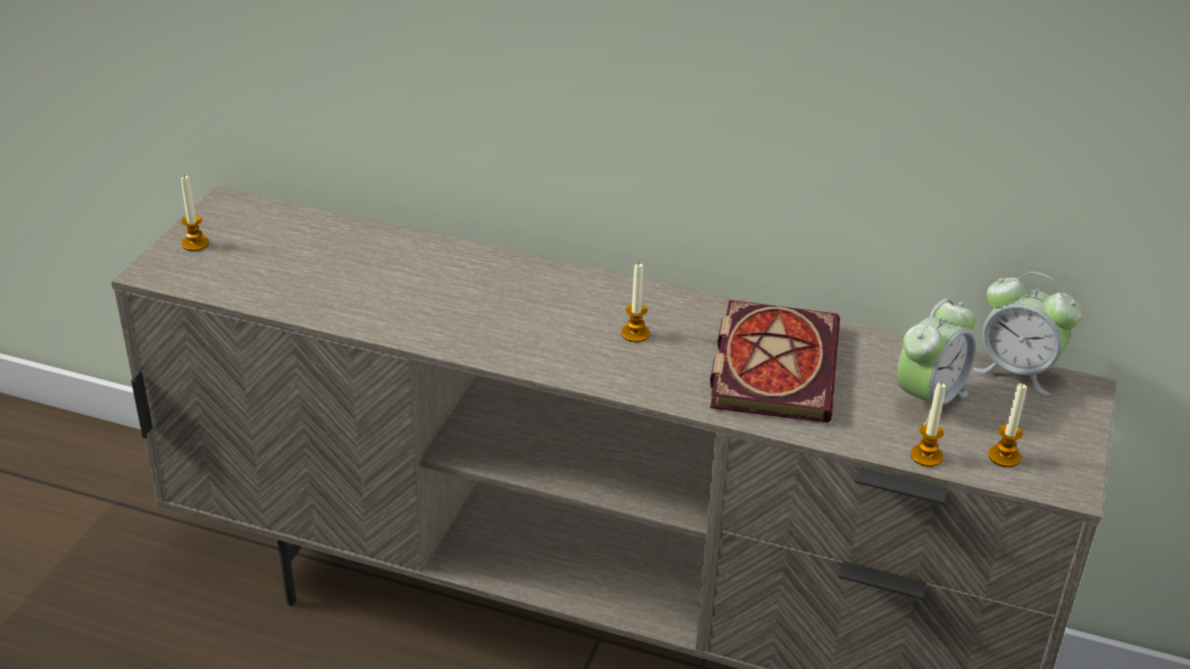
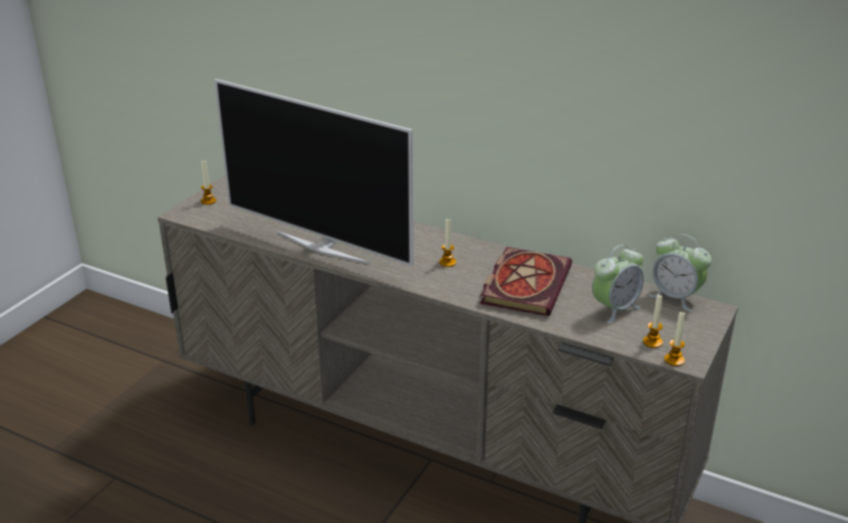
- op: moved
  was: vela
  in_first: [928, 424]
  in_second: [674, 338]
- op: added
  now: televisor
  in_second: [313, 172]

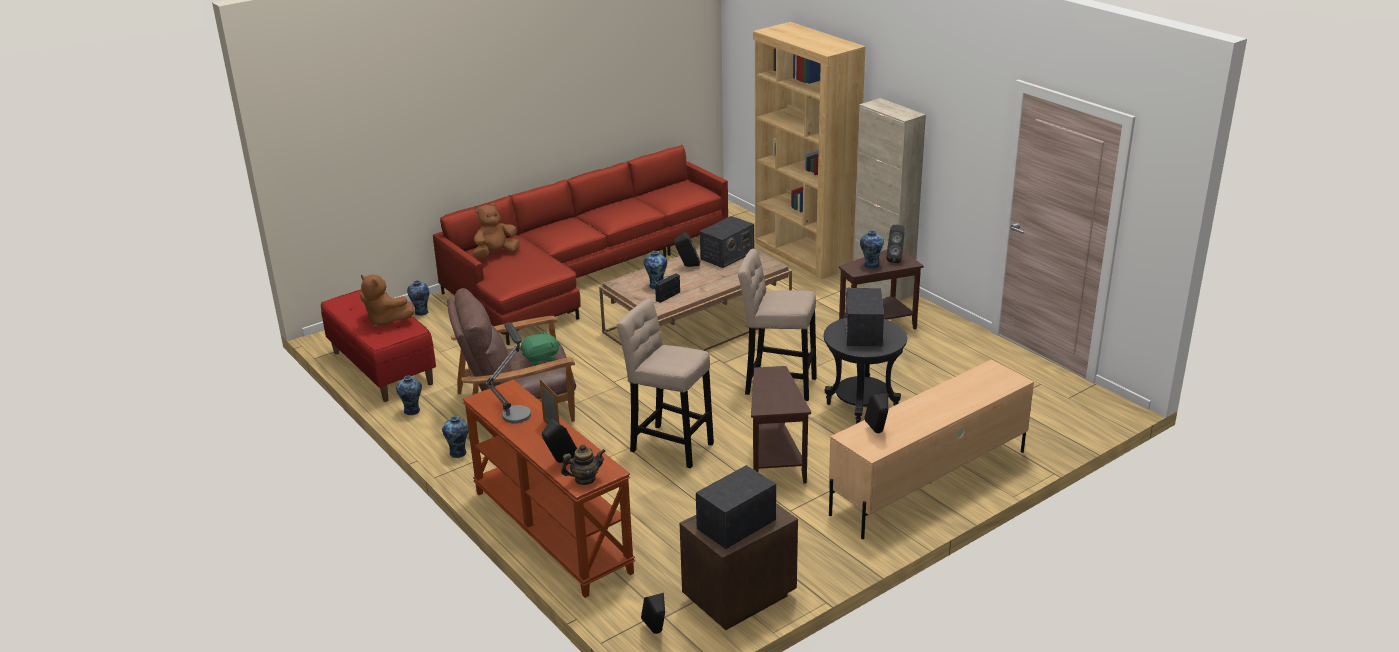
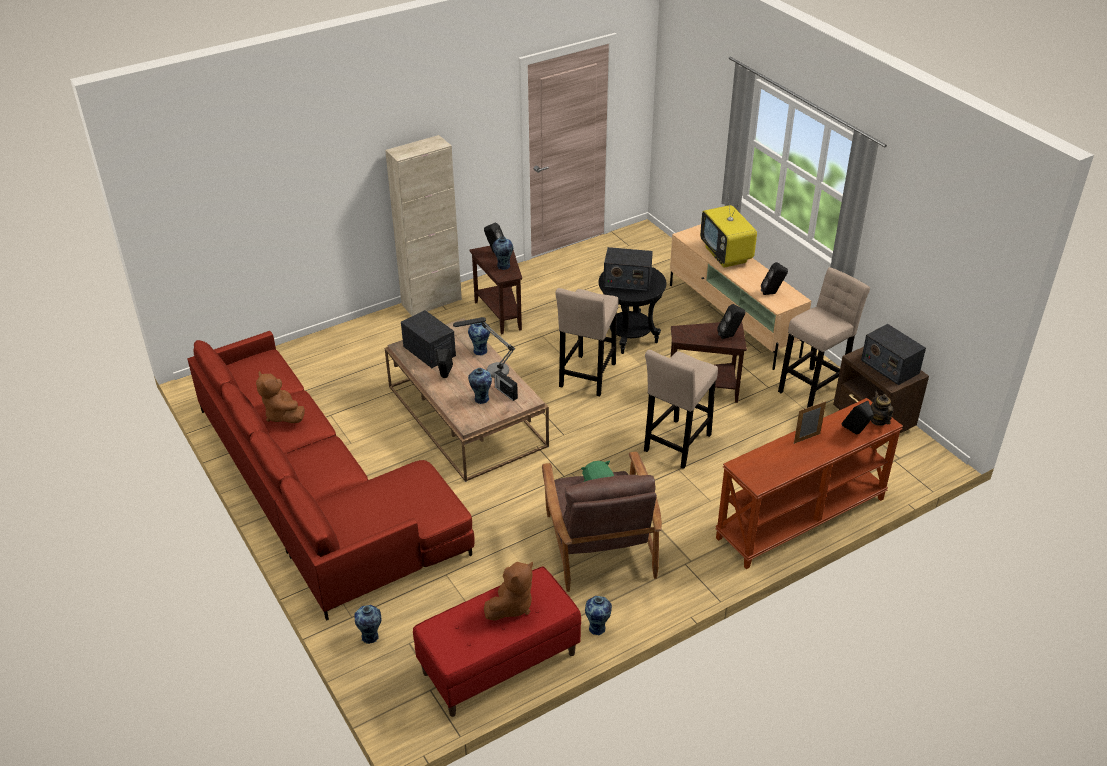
- op: removed
  was: estantería (marrón)
  in_first: [809, 151]
- op: moved
  was: peluche (marrón)
  in_first: [496, 230]
  in_second: [280, 397]
- op: moved
  was: lámpara de mesa
  in_first: [508, 372]
  in_second: [484, 347]
- op: moved
  was: florero
  in_first: [455, 437]
  in_second: [479, 339]
- op: moved
  was: altavoz (negro)
  in_first: [653, 613]
  in_second: [731, 321]
- op: added
  now: televisor
  in_second: [728, 232]
- op: added
  now: taburete (beis)
  in_second: [824, 337]

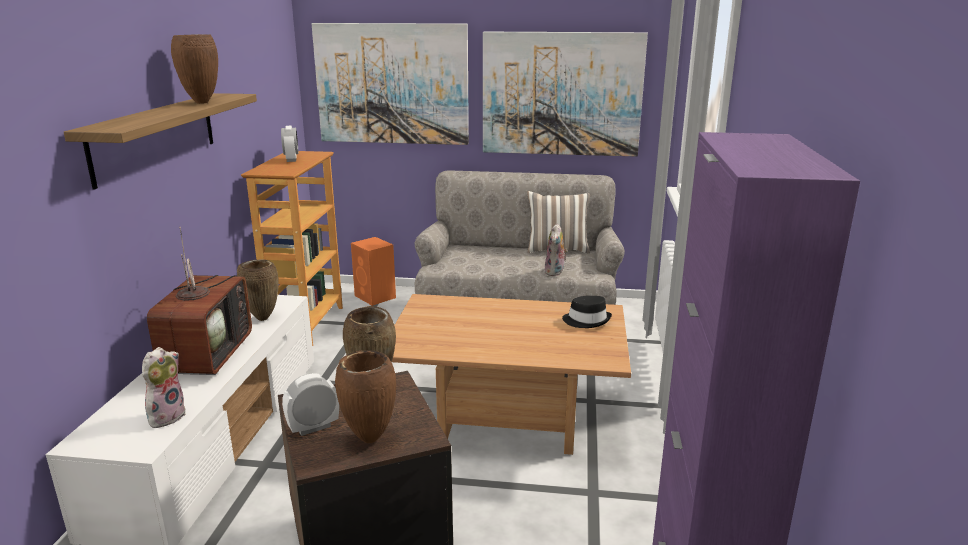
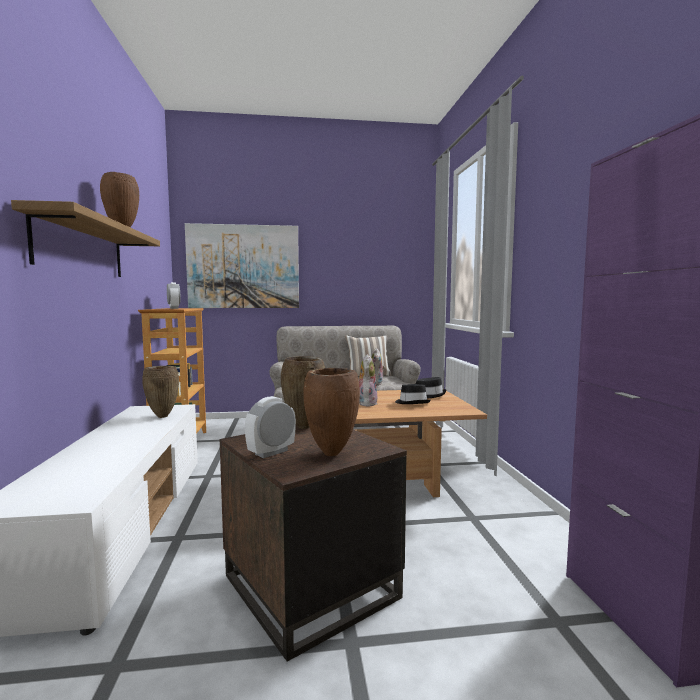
- op: removed
  was: cuadro
  in_first: [565, 94]
- op: removed
  was: televisor
  in_first: [199, 301]
- op: removed
  was: altavoz (naranja)
  in_first: [373, 271]
- op: moved
  was: peluche
  in_first: [164, 387]
  in_second: [367, 380]
- op: added
  now: sombrero (negro)
  in_second: [413, 394]

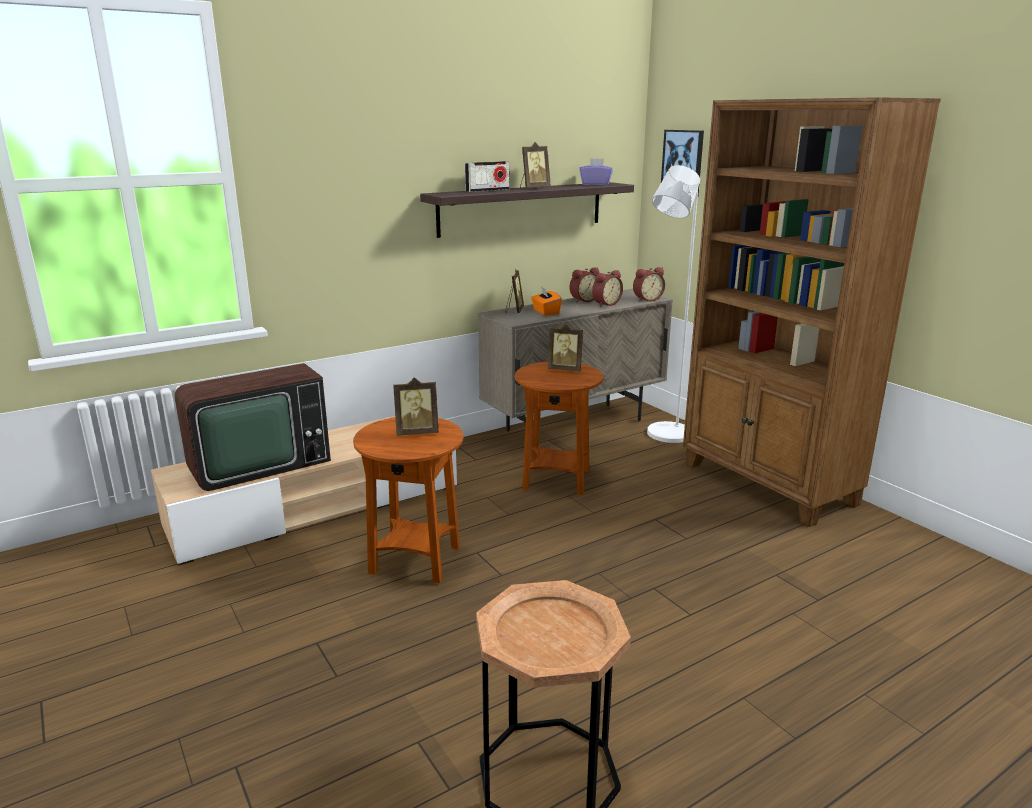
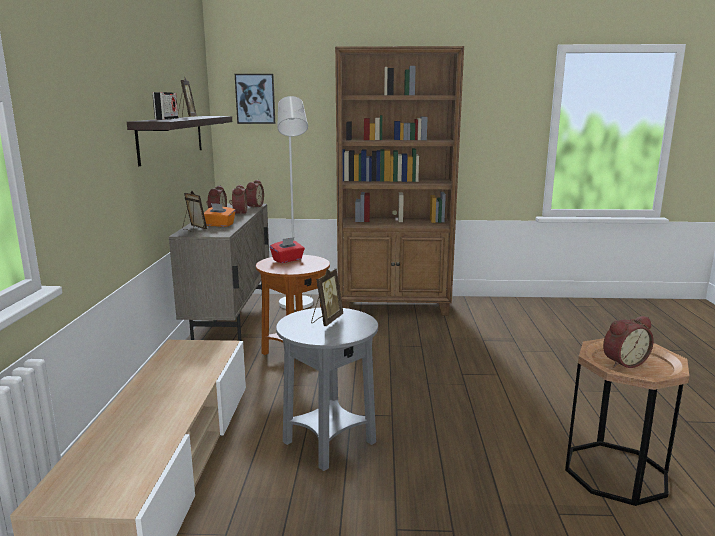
- op: removed
  was: caja de pañuelos (morado)
  in_first: [596, 172]
- op: replaced
  was: portarretratos
  now: caja de pañuelos (rojo)
  in_first: [565, 347]
  in_second: [287, 250]
- op: removed
  was: televisor
  in_first: [253, 427]
- op: recoloured
  was: mesa auxiliar (marrón)
  now: mesa auxiliar (gris)
  in_first: [408, 500]
  in_second: [327, 389]
- op: added
  now: despertador
  in_second: [628, 342]

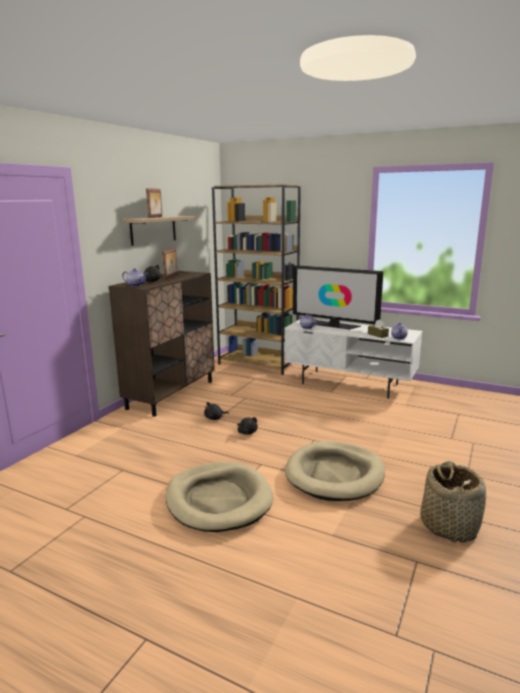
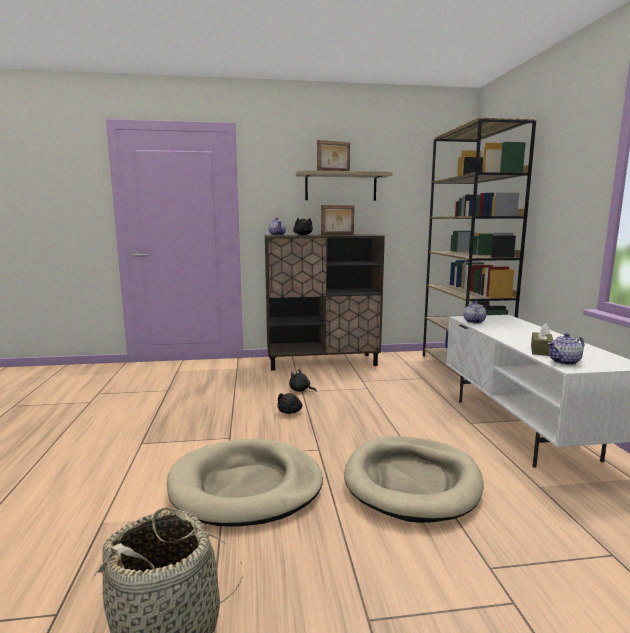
- op: removed
  was: televisor
  in_first: [338, 297]
- op: moved
  was: cama para perro (beis)
  in_first: [220, 497]
  in_second: [414, 479]

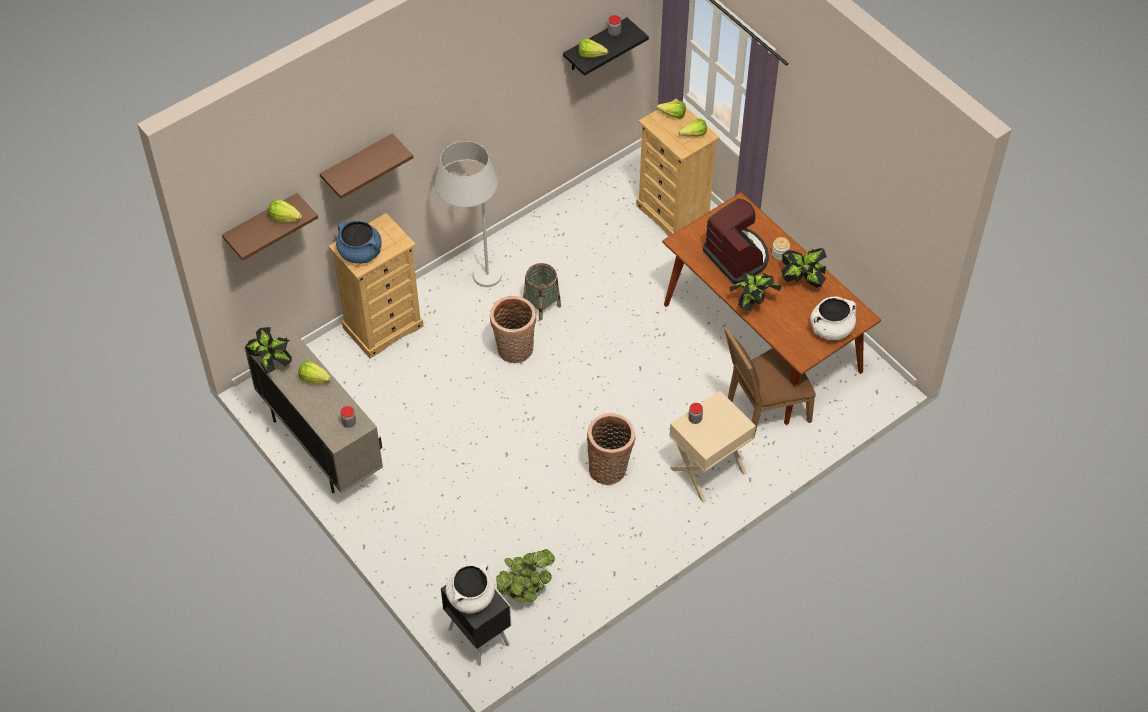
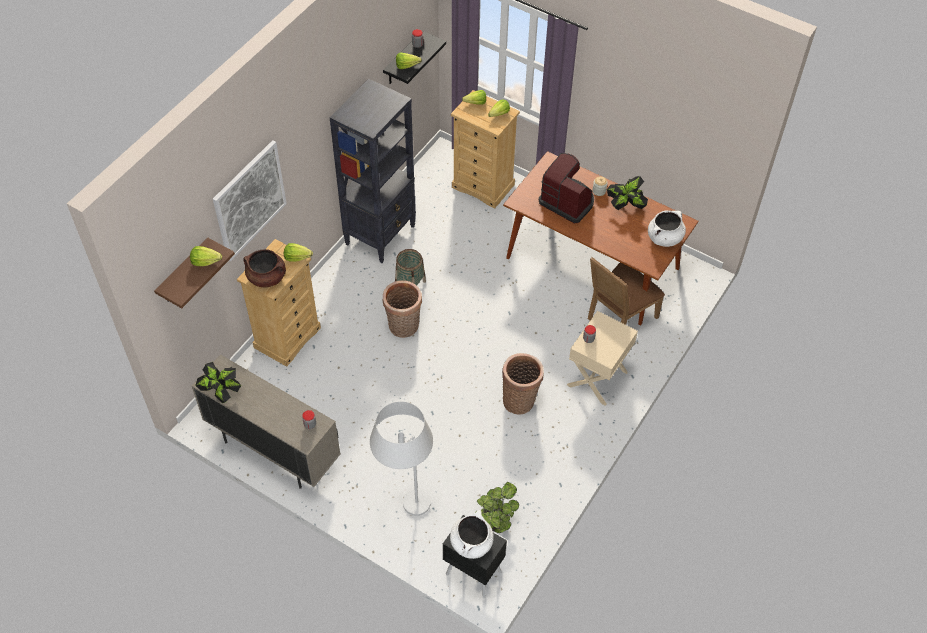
- op: replaced
  was: estante (marrón)
  now: cuadro
  in_first: [367, 166]
  in_second: [250, 200]
- op: moved
  was: lámpara de pie (blanco)
  in_first: [468, 214]
  in_second: [401, 458]
- op: recoloured
  was: olla (azul)
  now: olla (marrón)
  in_first: [359, 242]
  in_second: [264, 268]
- op: removed
  was: planta en maceta
  in_first: [755, 291]
- op: moved
  was: lechuga
  in_first: [314, 372]
  in_second: [298, 252]
- op: added
  now: estantería (negro)
  in_second: [373, 171]

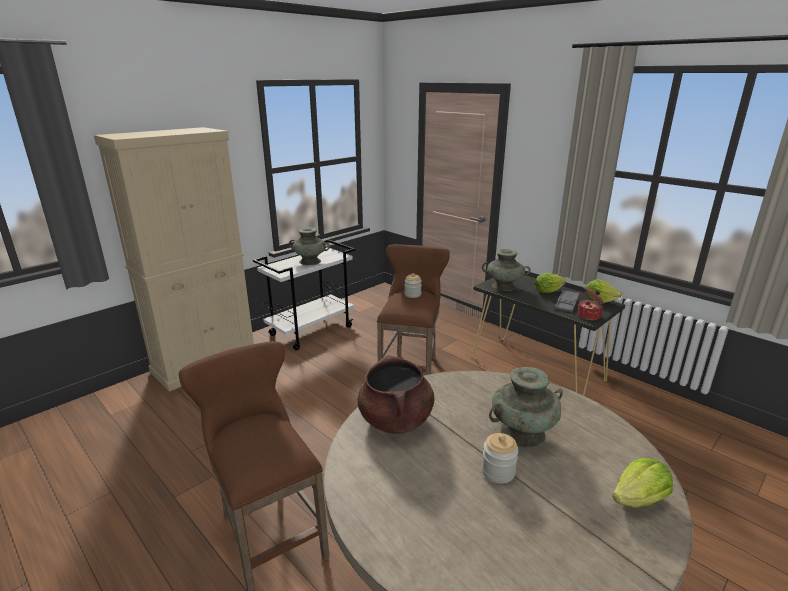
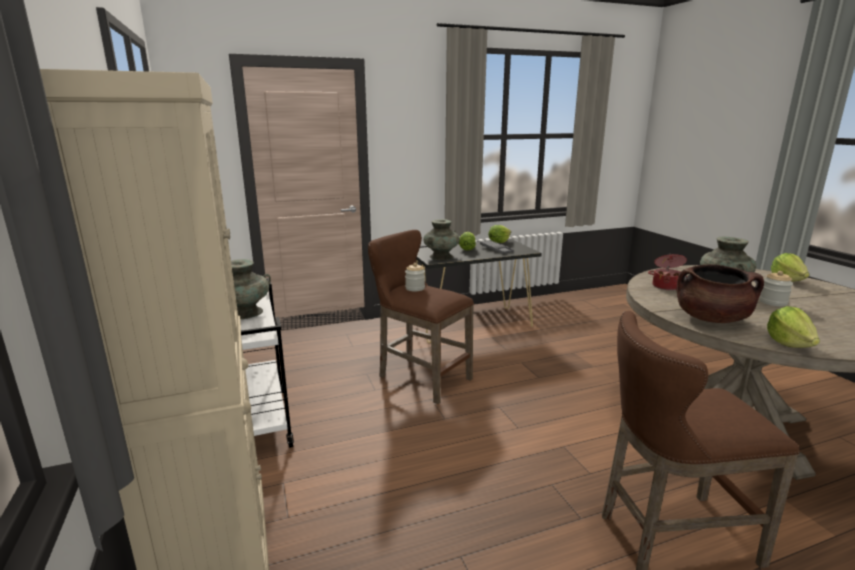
- op: moved
  was: olla
  in_first: [590, 304]
  in_second: [667, 272]
- op: added
  now: lechuga
  in_second: [793, 327]

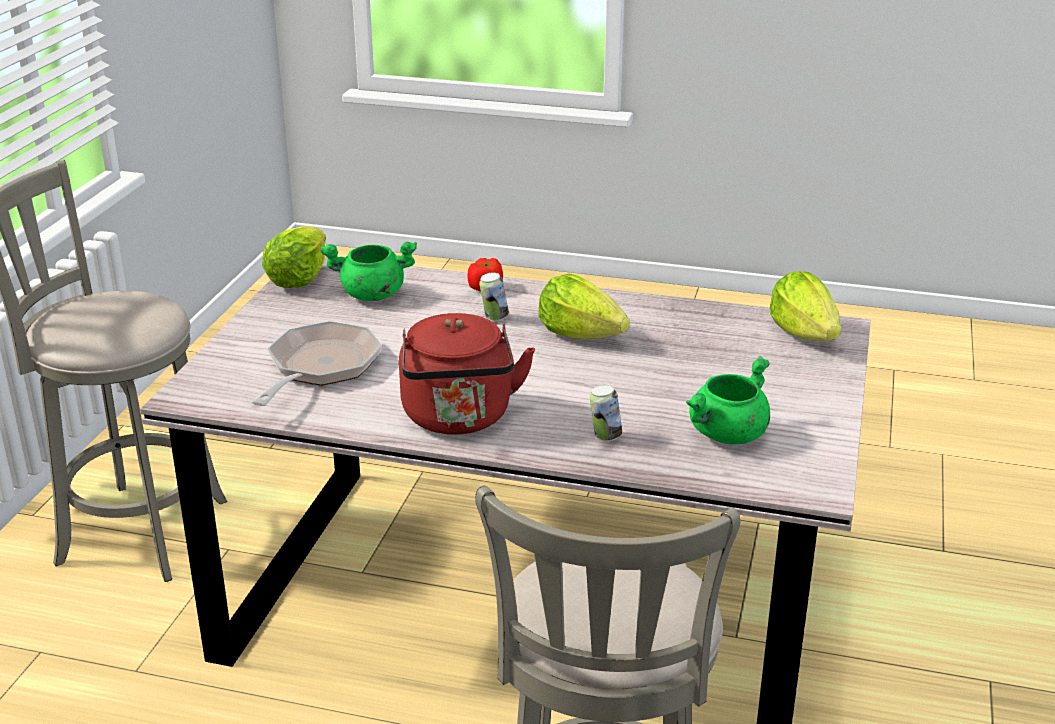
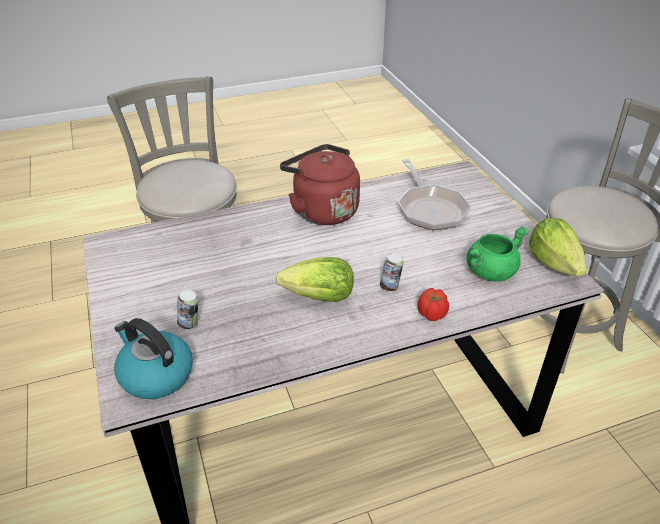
- op: replaced
  was: lechuga
  now: hervidor
  in_first: [805, 306]
  in_second: [153, 358]
- op: removed
  was: olla (verde)
  in_first: [728, 400]
- op: moved
  was: lata
  in_first: [606, 413]
  in_second: [187, 309]

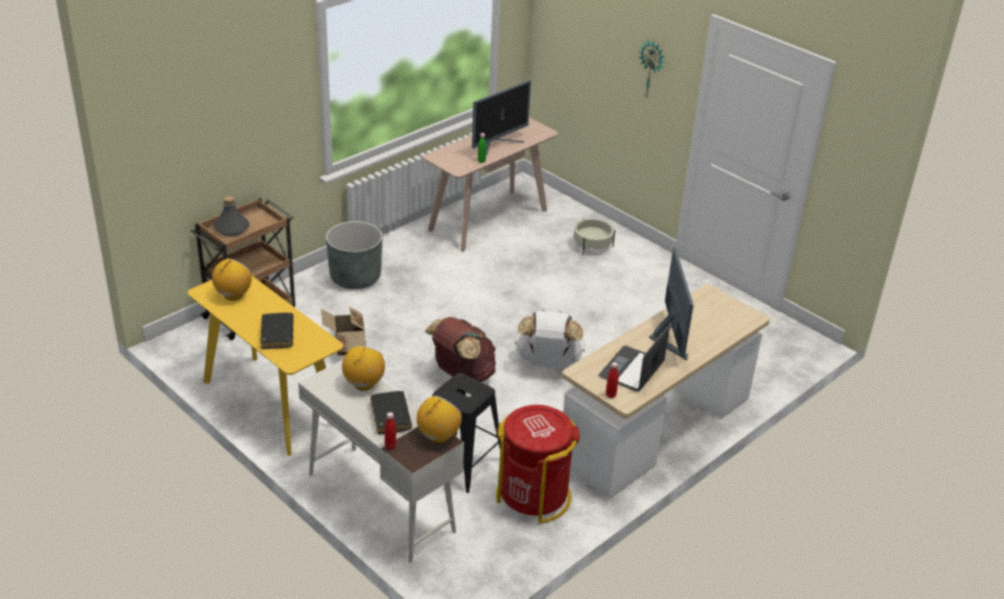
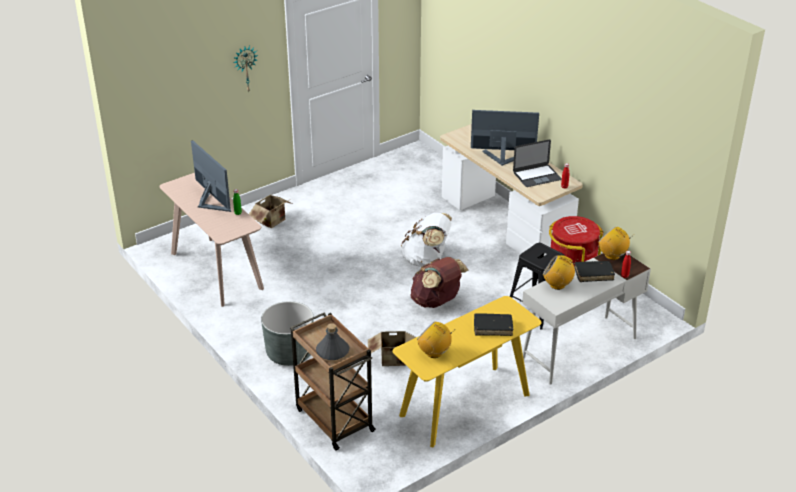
- op: replaced
  was: maceta (beis)
  now: caja de cartón
  in_first: [594, 236]
  in_second: [270, 211]
- op: turned
  was: portátil
  in_first: [634, 358]
  in_second: [537, 163]
  clockwise: -60

